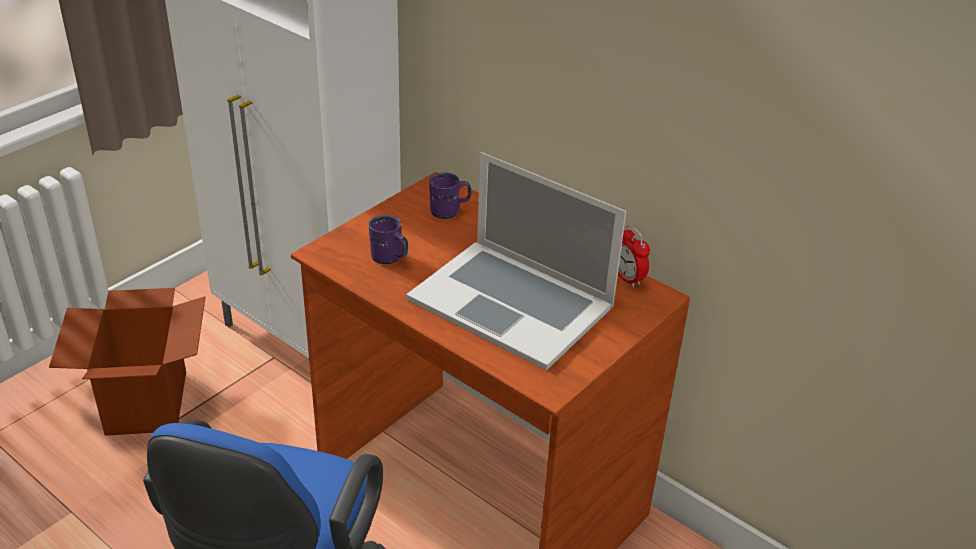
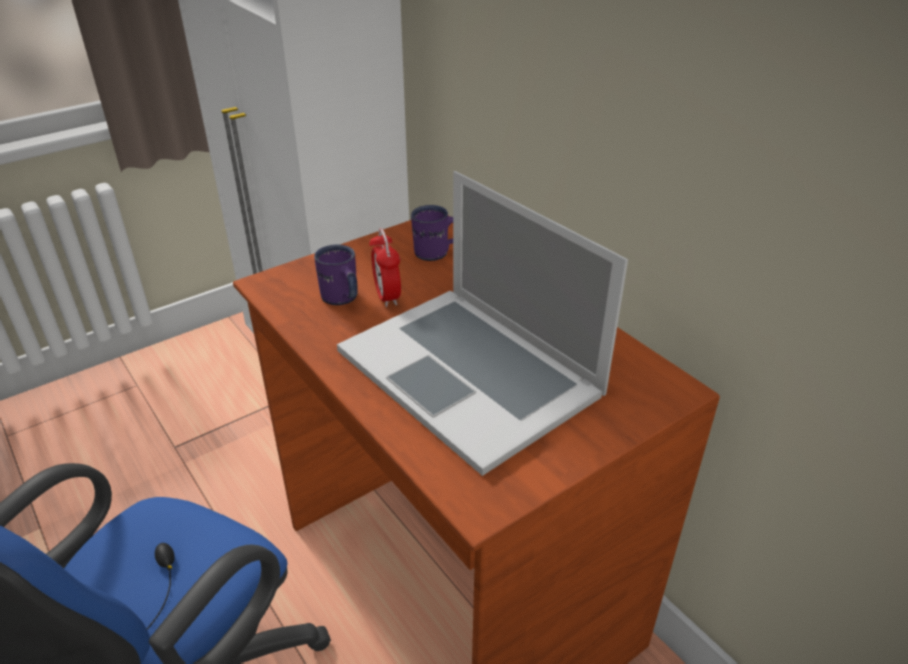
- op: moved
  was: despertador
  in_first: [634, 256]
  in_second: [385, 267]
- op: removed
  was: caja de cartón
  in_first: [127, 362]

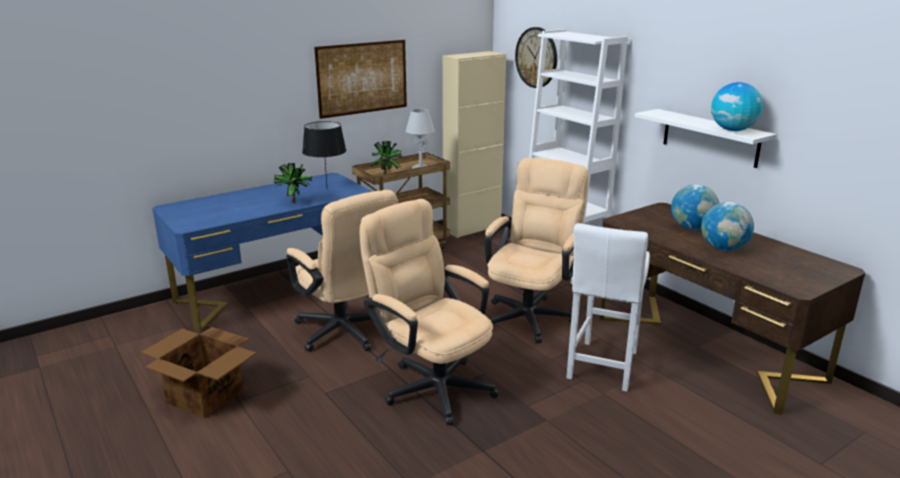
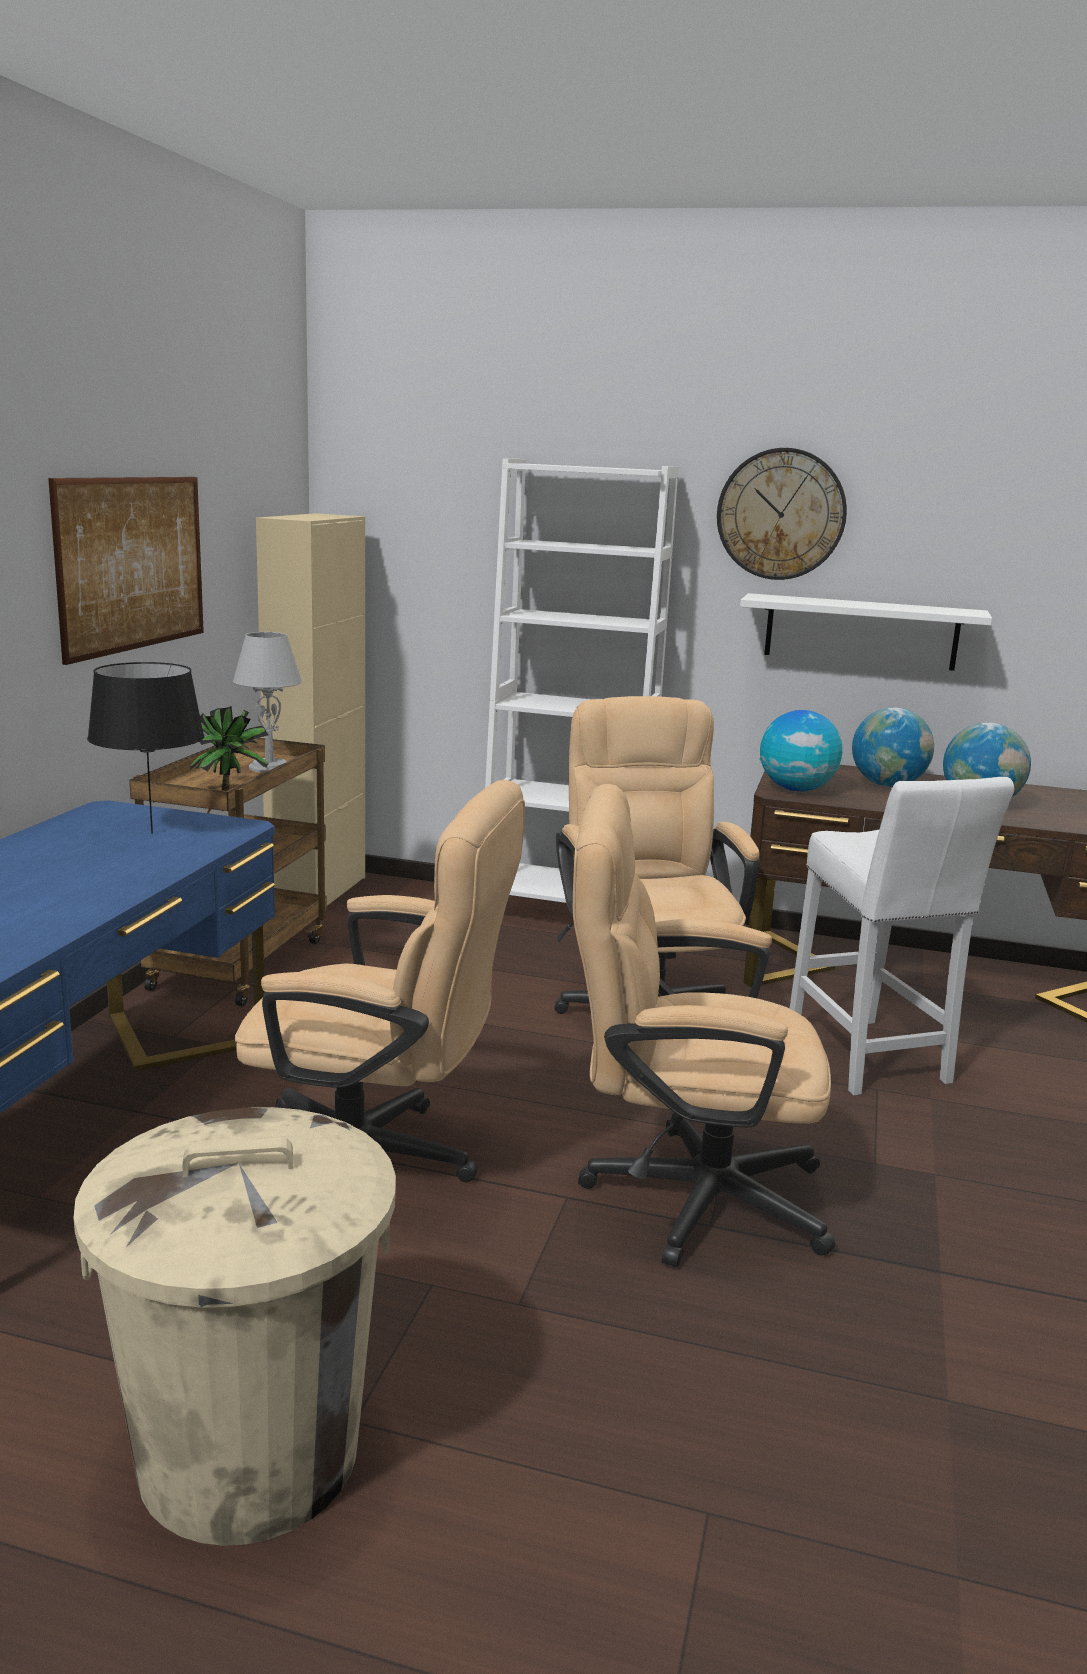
- op: moved
  was: reloj de pared
  in_first: [536, 57]
  in_second: [782, 514]
- op: moved
  was: globo terráqueo
  in_first: [737, 106]
  in_second: [801, 750]
- op: removed
  was: planta en maceta
  in_first: [292, 183]
- op: replaced
  was: caja de cartón
  now: papelera (beis)
  in_first: [199, 372]
  in_second: [234, 1326]

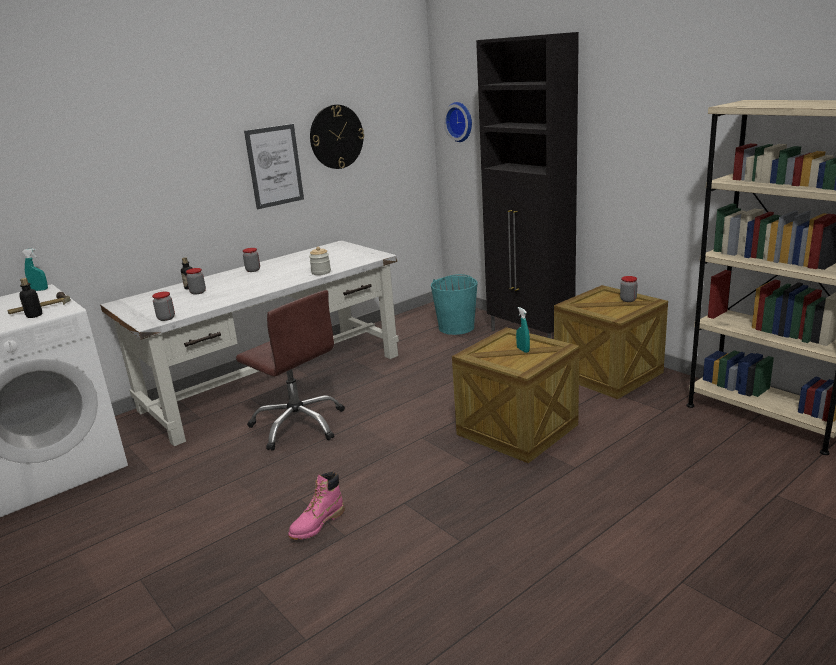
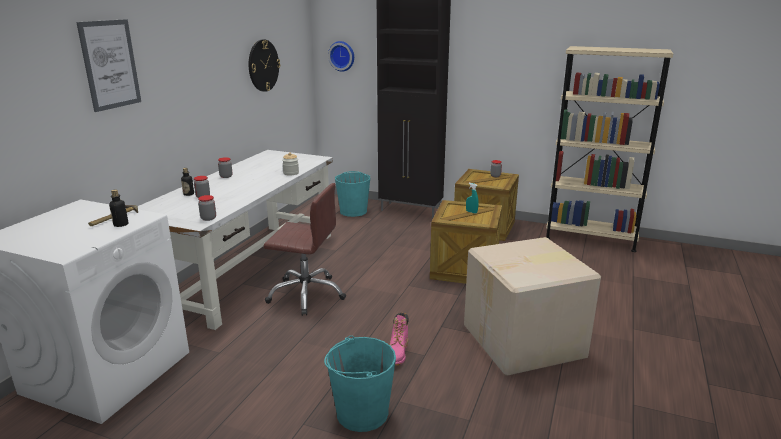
- op: moved
  was: cuadro
  in_first: [274, 166]
  in_second: [108, 65]
- op: removed
  was: pulverizador (turquesa)
  in_first: [35, 269]
- op: added
  now: caja de cartón
  in_second: [532, 306]
- op: added
  now: cubo (turquesa)
  in_second: [360, 383]

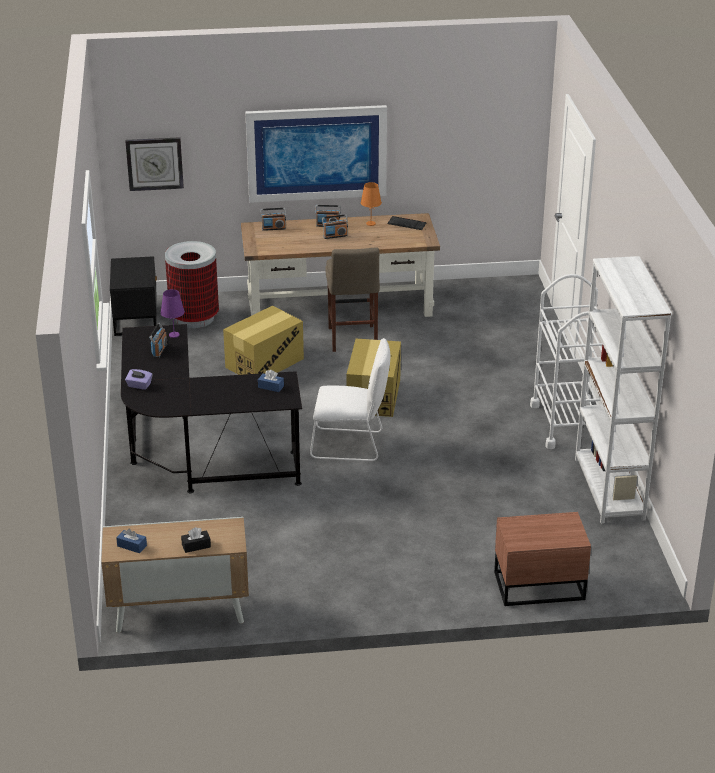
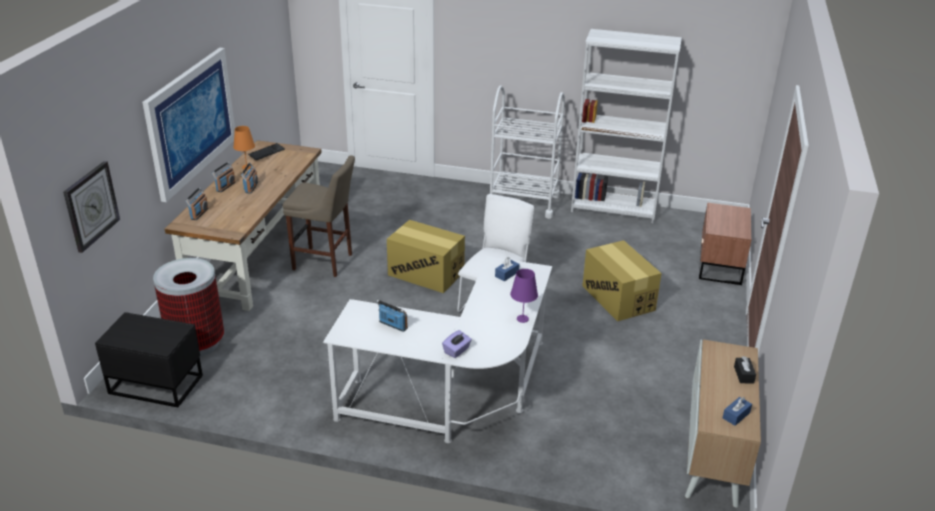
- op: moved
  was: lámpara de mesa (morado)
  in_first: [173, 313]
  in_second: [524, 296]
- op: moved
  was: caja de cartón
  in_first: [263, 340]
  in_second: [622, 280]
- op: recoloured
  was: escritorio (negro)
  now: escritorio (blanco)
  in_first: [211, 408]
  in_second: [437, 350]

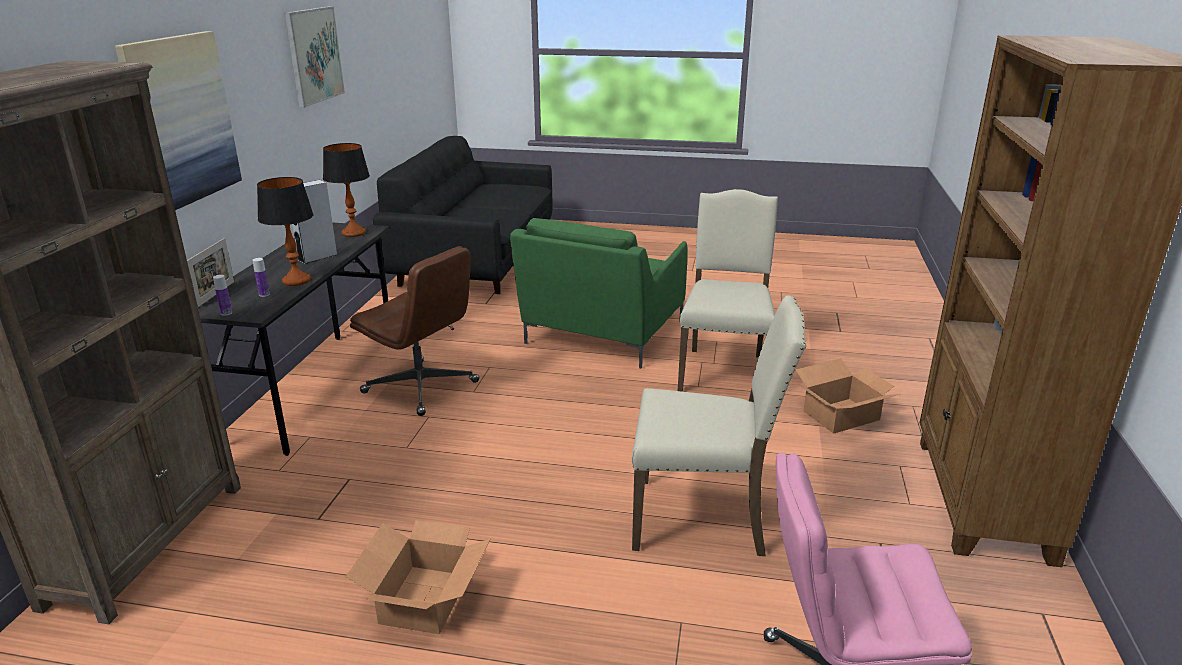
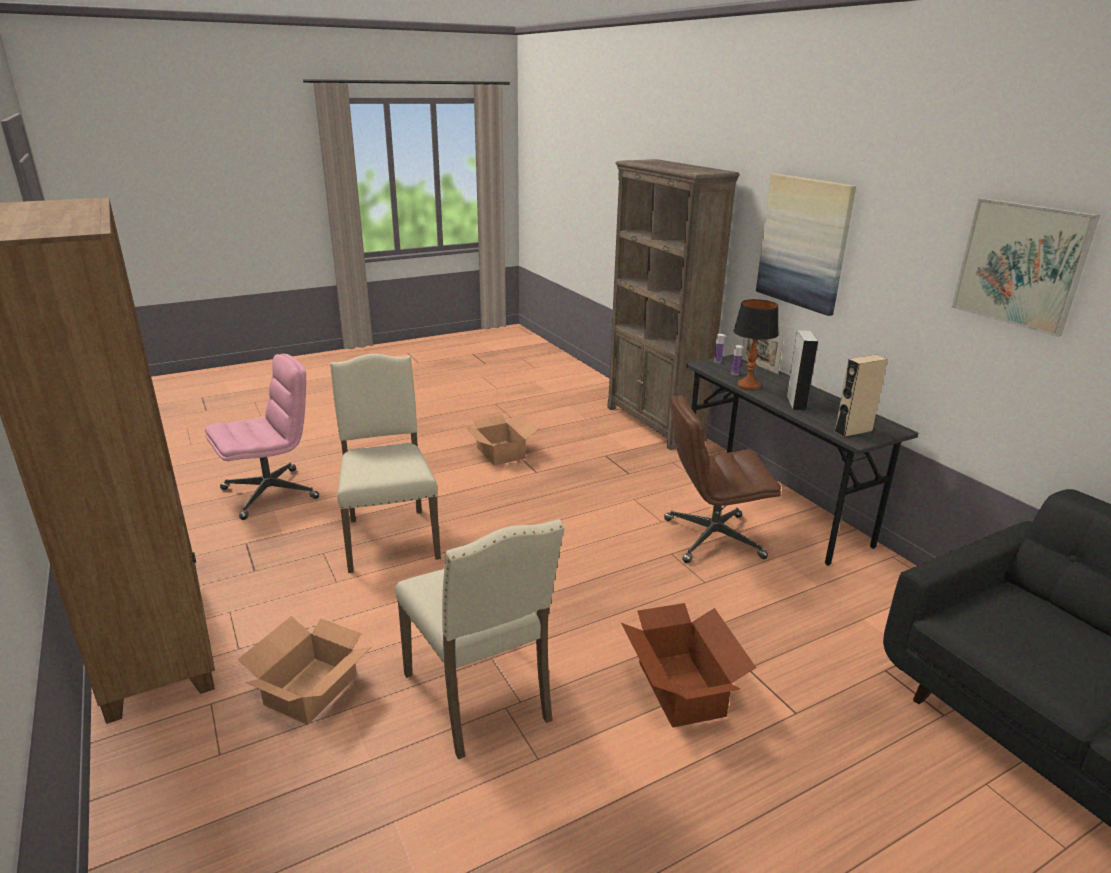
- op: replaced
  was: lámpara de mesa
  now: altavoz (beis)
  in_first: [346, 190]
  in_second: [861, 396]
- op: replaced
  was: sillón (verde)
  now: caja de cartón
  in_first: [598, 293]
  in_second: [688, 665]
- op: turned
  was: silla (beis)
  in_first: [719, 425]
  in_second: [385, 463]
  clockwise: 105

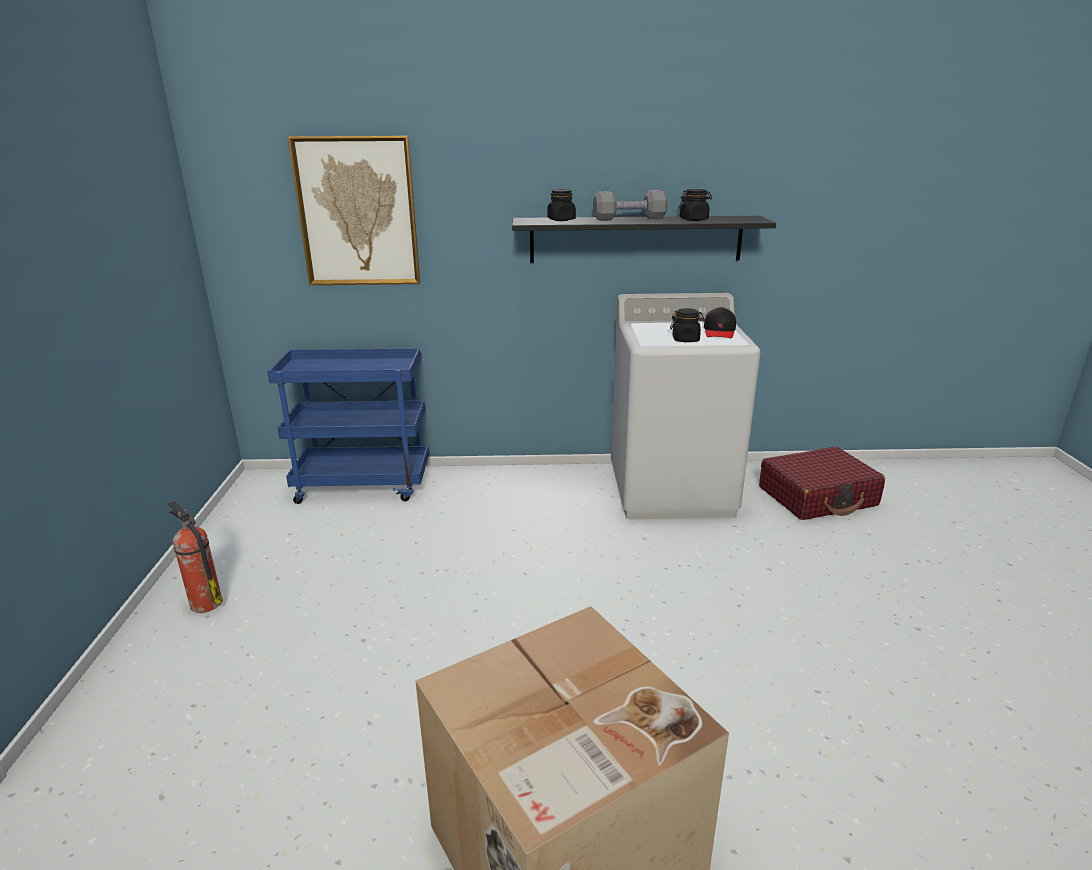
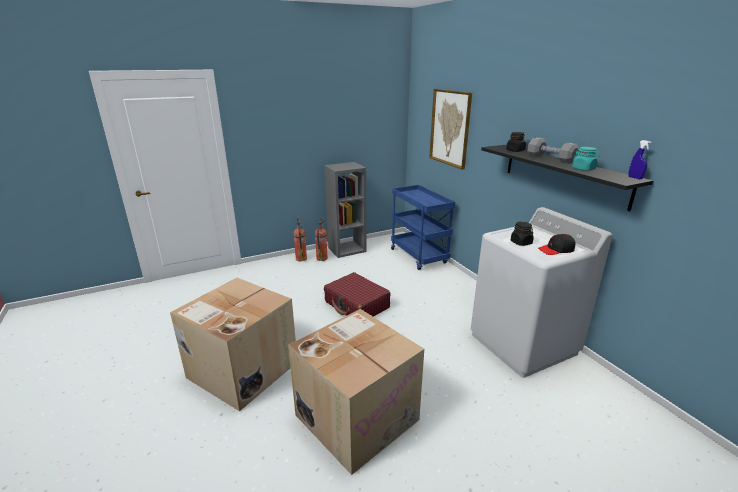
- op: recoloured
  was: tarro (negro)
  now: tarro (turquesa)
  in_first: [695, 205]
  in_second: [586, 159]
- op: moved
  was: maleta (rojo)
  in_first: [822, 483]
  in_second: [357, 294]
- op: added
  now: pulverizador (azul)
  in_second: [640, 159]
- op: added
  now: estantería (gris)
  in_second: [346, 210]
- op: added
  now: extintor
  in_second: [300, 239]
- op: added
  now: caja de cartón
  in_second: [356, 392]

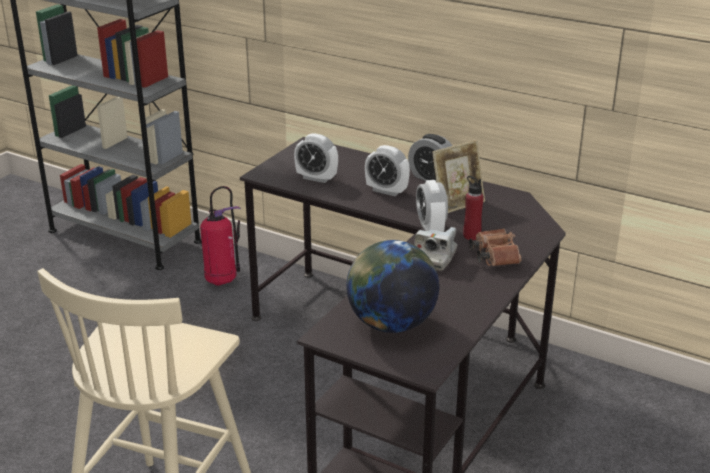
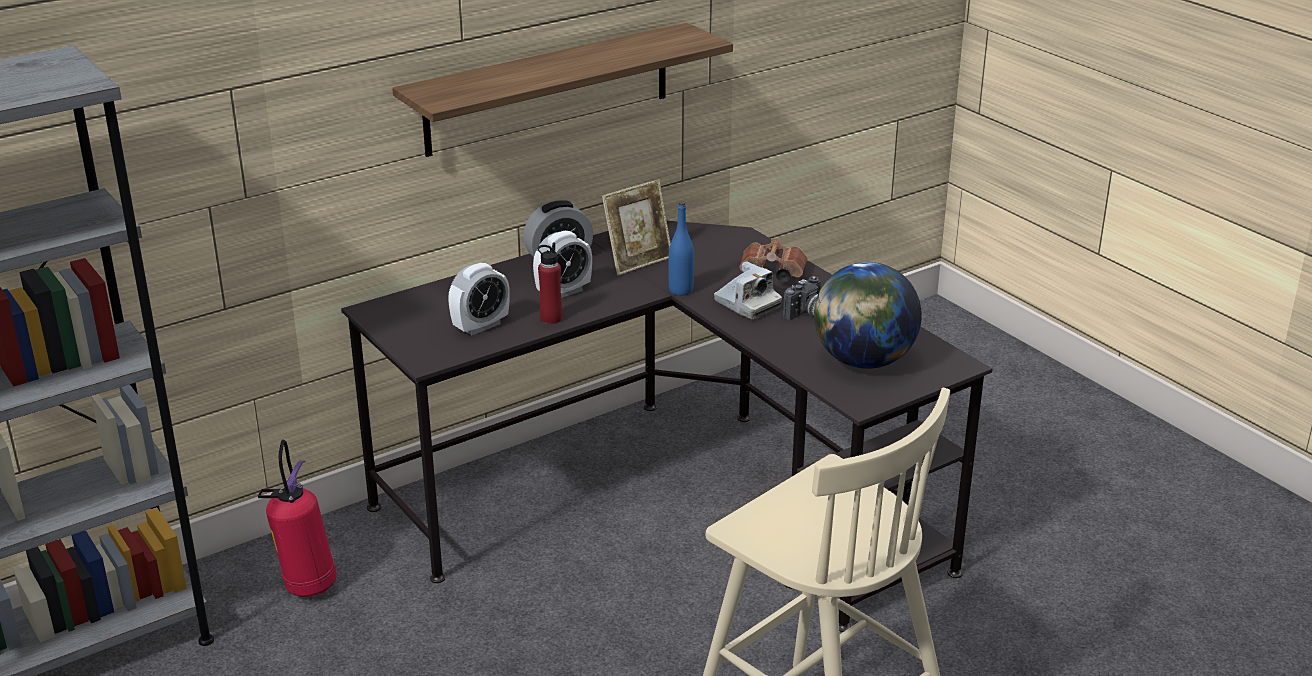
- op: turned
  was: portarretratos
  in_first: [458, 176]
  in_second: [636, 228]
  clockwise: 60
- op: moved
  was: botella (rojo)
  in_first: [473, 208]
  in_second: [550, 283]
- op: replaced
  was: despertador
  now: botella (azul)
  in_first: [432, 206]
  in_second: [681, 248]
- op: added
  now: estante
  in_second: [562, 90]
- op: added
  now: cámara
  in_second: [802, 298]

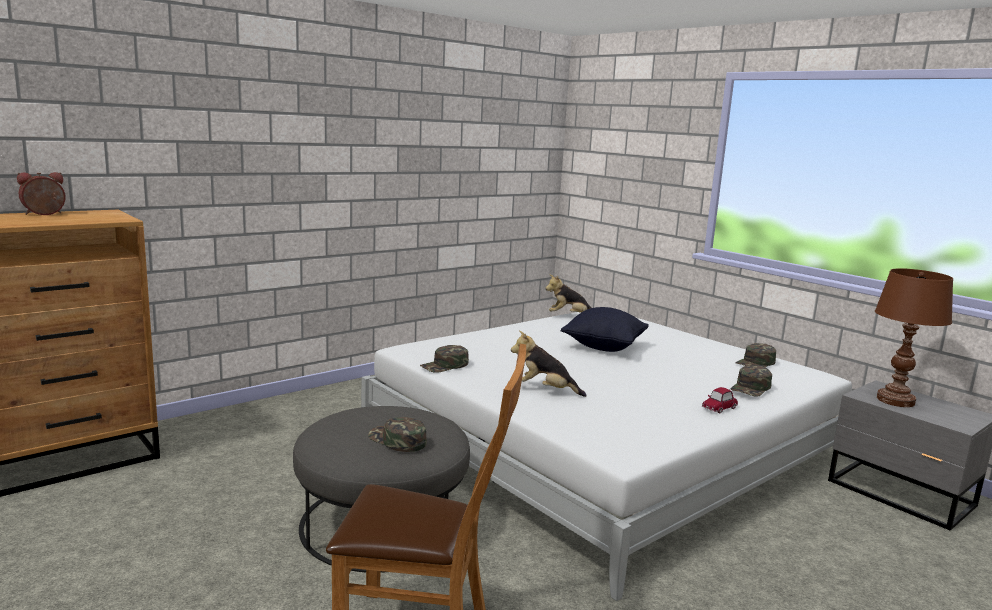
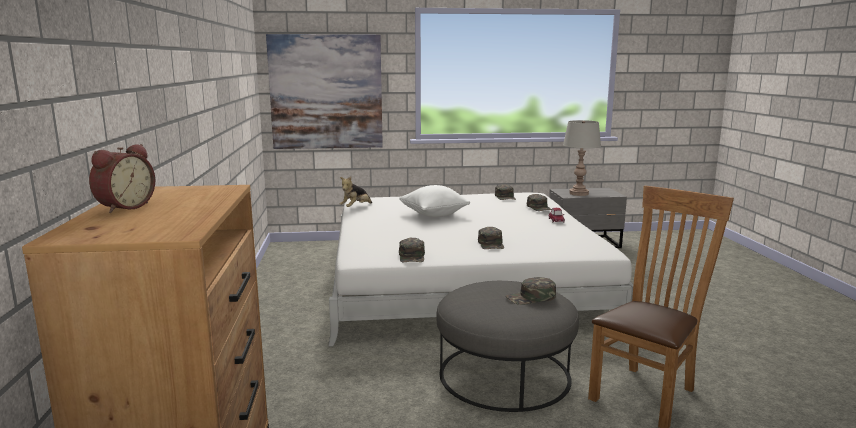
- op: turned
  was: despertador
  in_first: [41, 193]
  in_second: [122, 178]
  clockwise: -150
- op: recoloured
  was: lámpara de mesa (marrón)
  now: lámpara de mesa (gris)
  in_first: [914, 337]
  in_second: [582, 158]
- op: recoloured
  was: cojín (negro)
  now: cojín (blanco)
  in_first: [604, 329]
  in_second: [434, 201]
- op: replaced
  was: peluche
  now: gorra (verde)
  in_first: [549, 363]
  in_second: [491, 238]
- op: added
  now: cuadro
  in_second: [324, 91]

